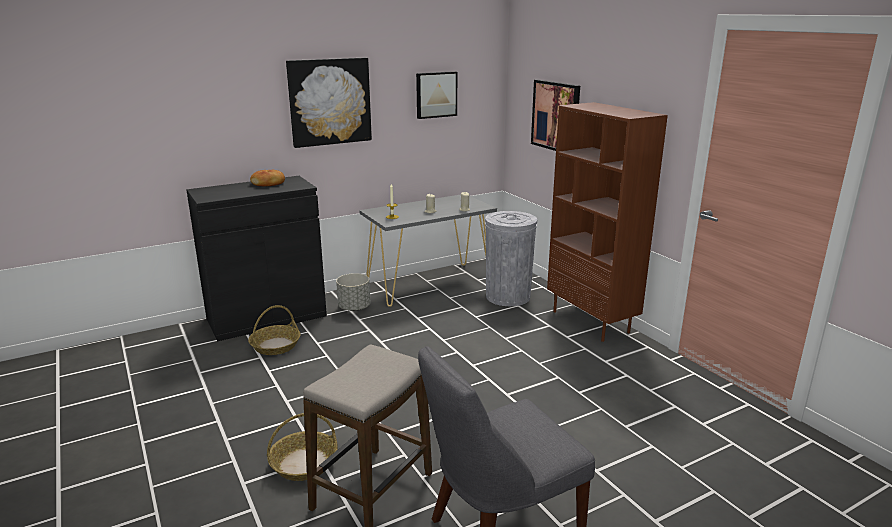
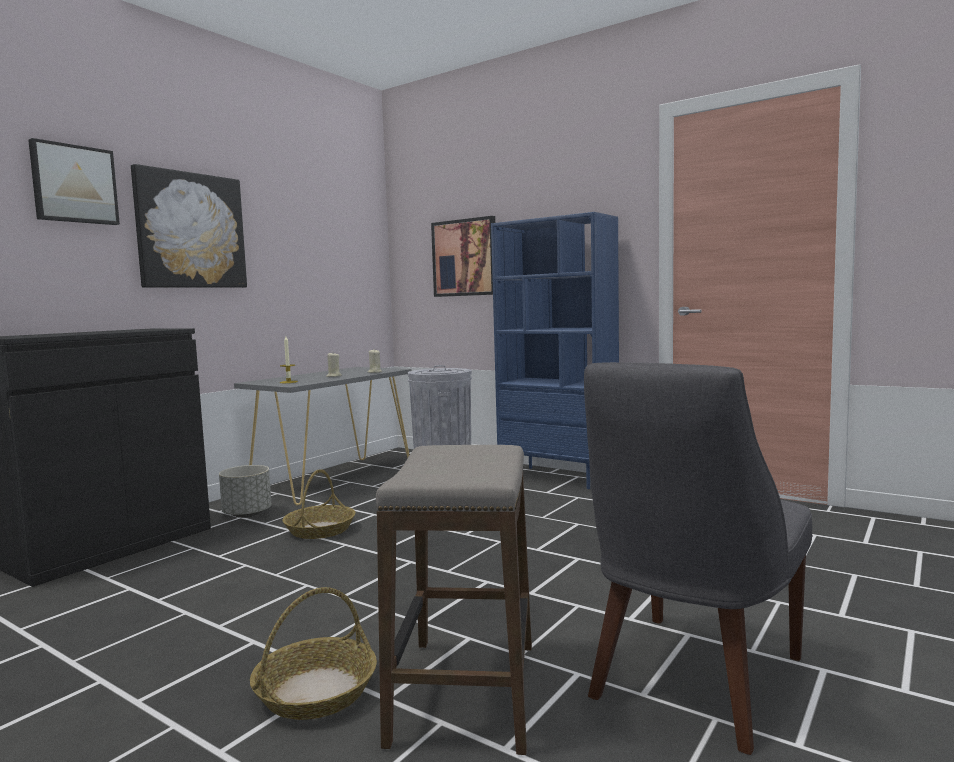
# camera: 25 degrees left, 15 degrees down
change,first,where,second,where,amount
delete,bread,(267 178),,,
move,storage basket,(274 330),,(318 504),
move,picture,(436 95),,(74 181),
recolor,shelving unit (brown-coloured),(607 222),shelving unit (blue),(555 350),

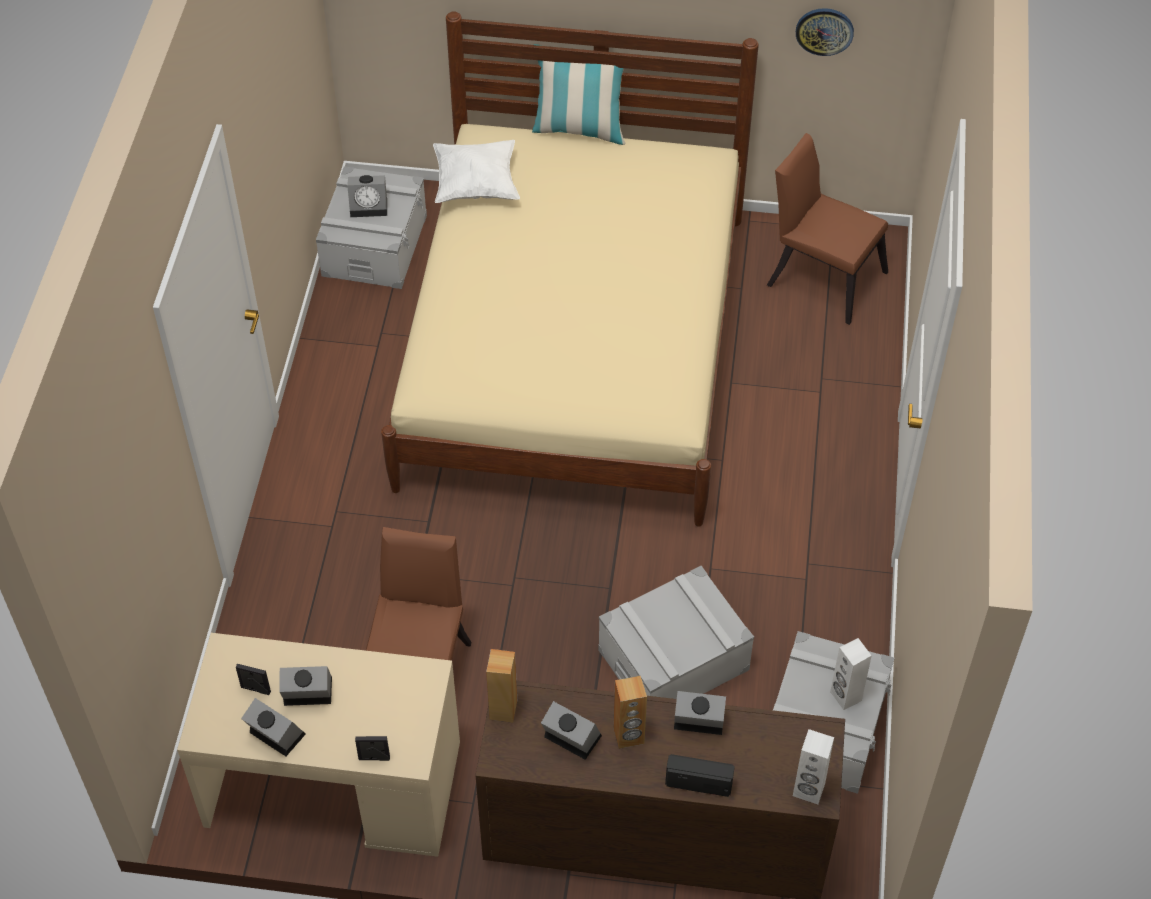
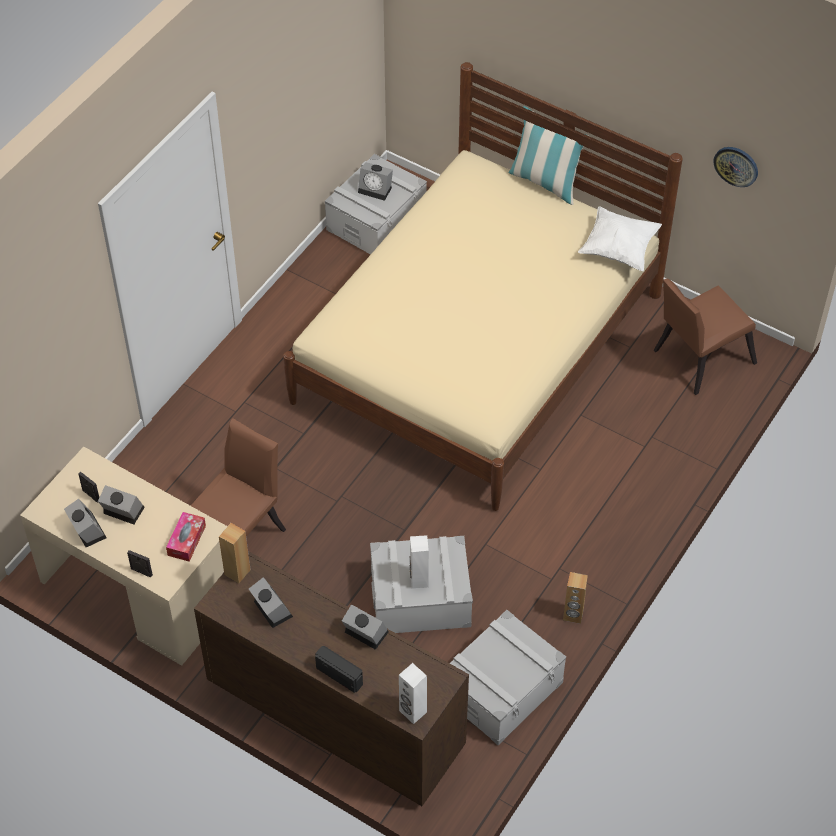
# camera: 25 degrees right, 0 degrees up
change,first,where,second,where,amount
insert,,,tissue holder,(186 537),
move,pillow (white-coloured),(476 171),,(620 238),
move,audio speaker (brown-coloured),(630 712),,(575 598),
move,audio speaker (white-coloured),(851 674),,(419 561),
rotate,plain chair (brown-coloured),(827 229),,(705 337),90 degrees counterclockwise

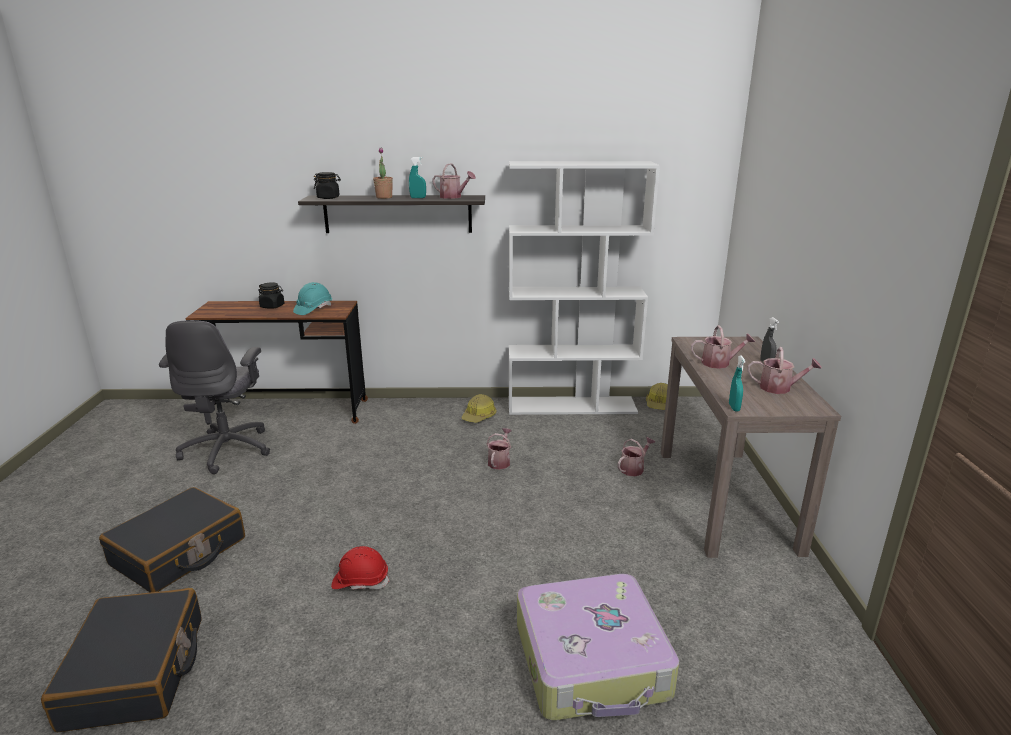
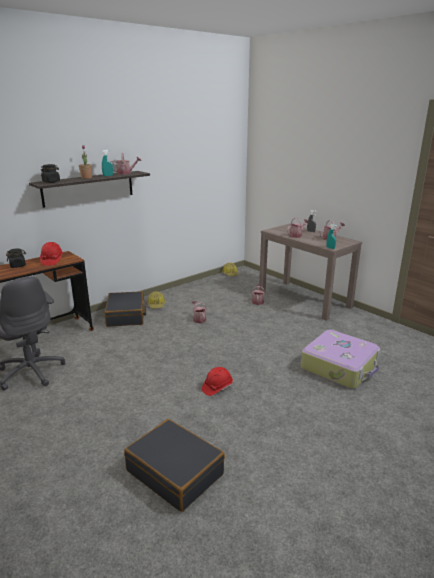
# camera: 40 degrees left, 0 degrees up
change,first,where,second,where,amount
delete,shelving unit (white-coloured),(584 288),,,
move,travel case (black),(172 539),,(125 309),
recolor,hard hat (turquoise),(312 298),hard hat (reddish),(51 254),

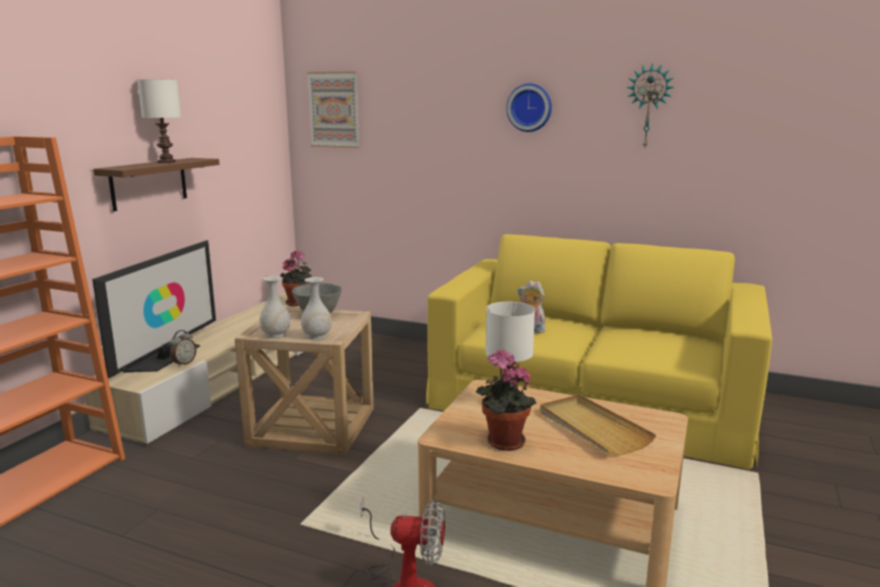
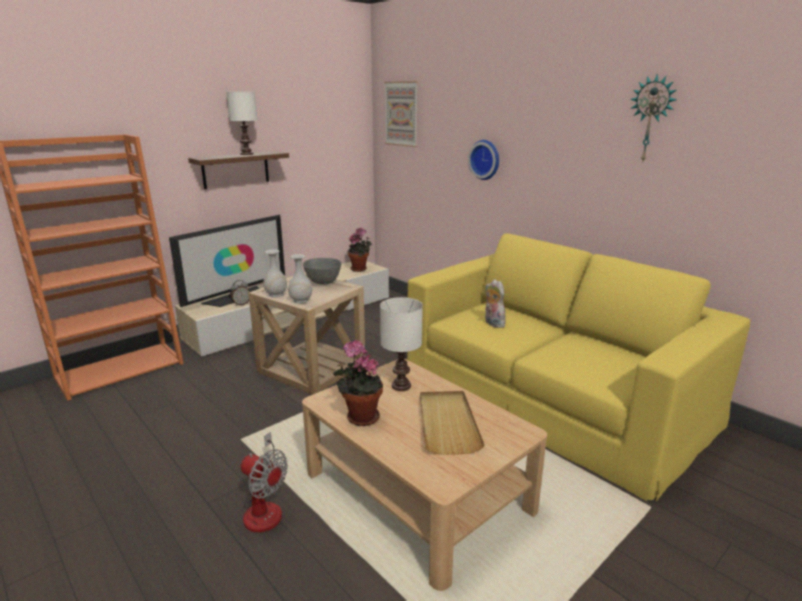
# camera: 25 degrees right, 5 degrees up
change,first,where,second,where,amount
move,clock on the wall,(529 107),,(483 160),

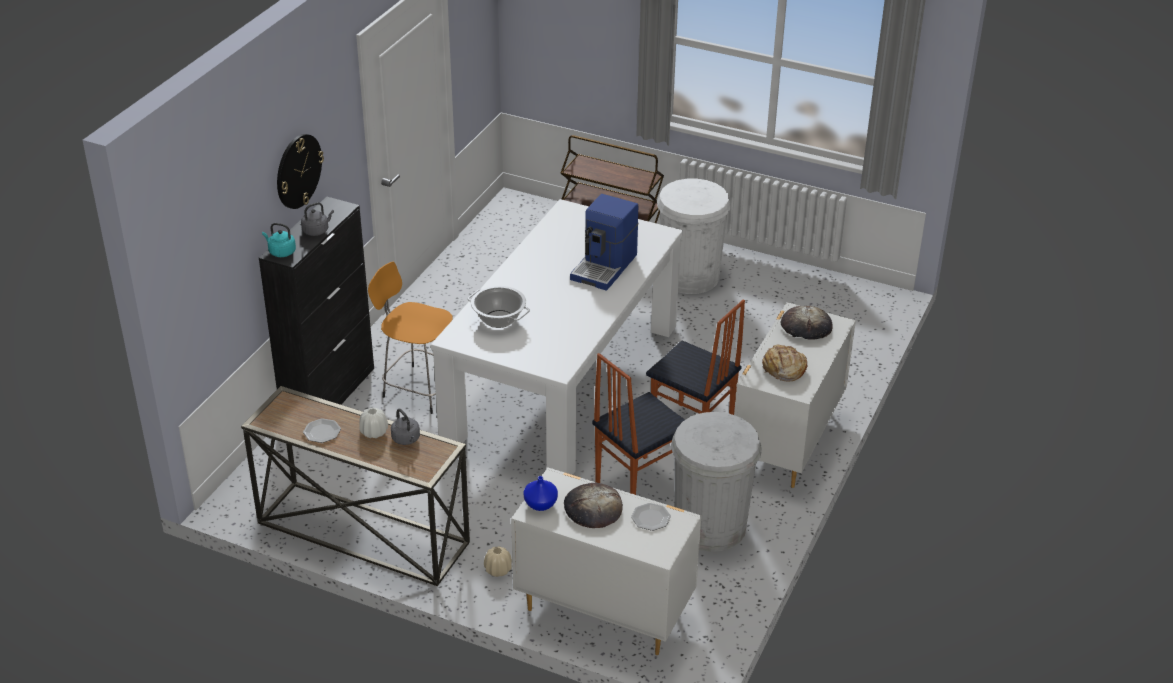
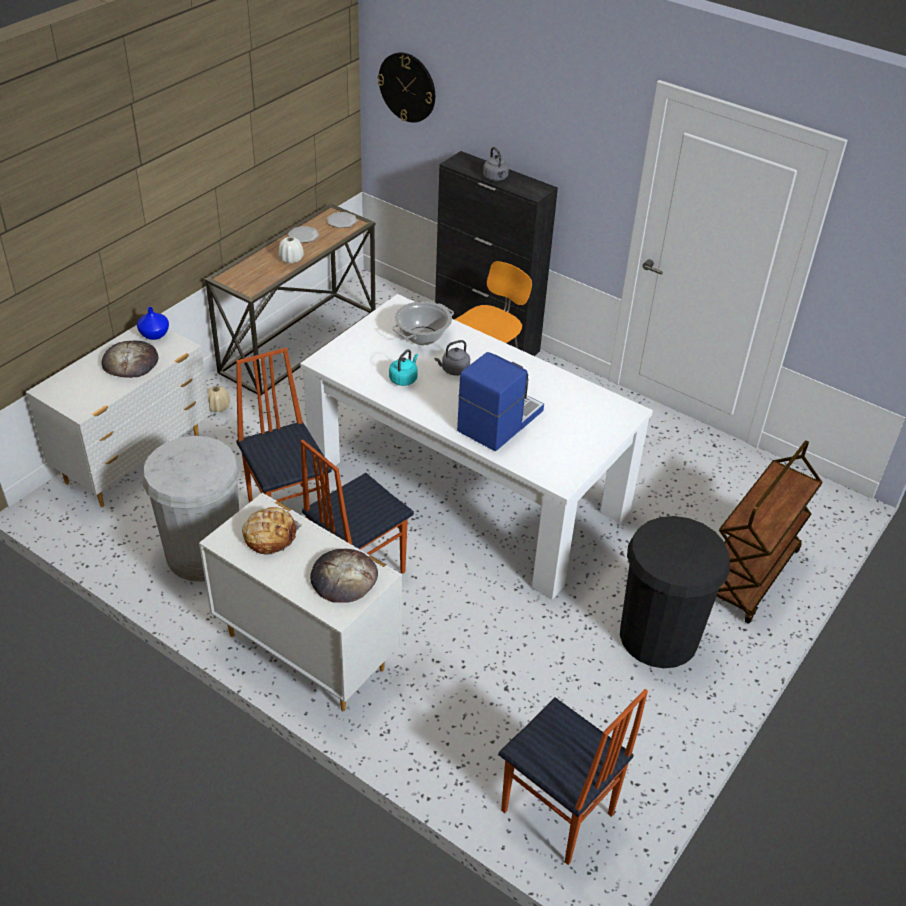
# camera: 100 degrees right, 5 degrees up
change,first,where,second,where,amount
insert,,,plain chair,(573 777),
move,kettle (turquoise),(279 240),,(403 367),
move,clock on the wall,(300 171),,(406 87),
move,kettle (grey),(405 427),,(452 358),
move,plate,(651 517),,(342 220),
recolor,rubbish bin (white-coloured),(694 236),rubbish bin (black),(675 592),
rotate,coffee machine,(604 242),,(500 401),90 degrees clockwise

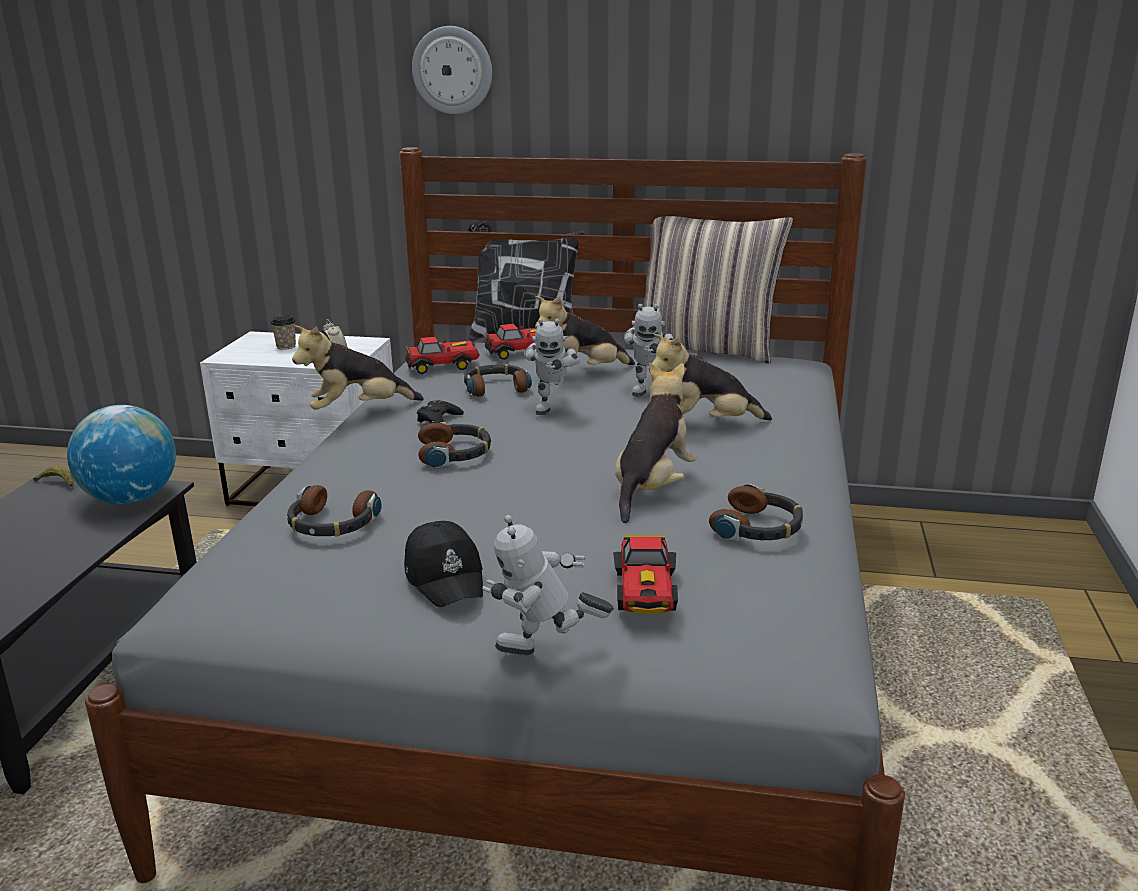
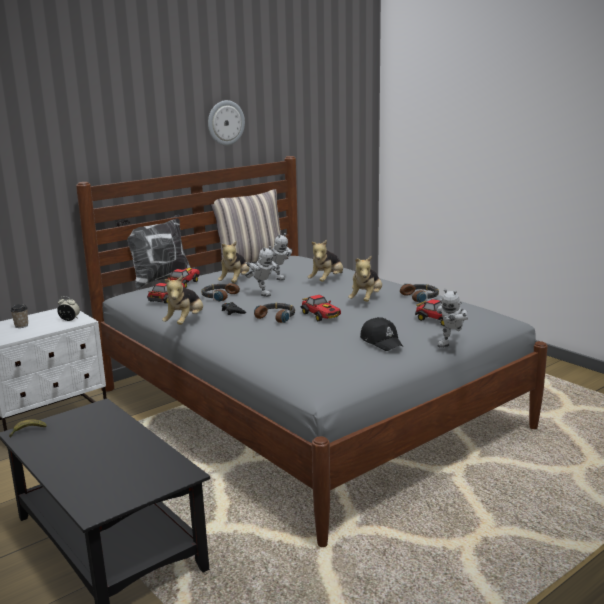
# camera: 50 degrees left, 5 degrees down
change,first,where,second,where,amount
delete,desk globe,(121 454),,,
delete,pair of headphones,(334 511),,,
insert,,,model car,(320 308),
move,clock on the wall,(452 70),,(226 123),
rotate,cap (black),(443 564),,(381 334),45 degrees clockwise
rotate,plush toy,(655 442),,(365 278),135 degrees counterclockwise

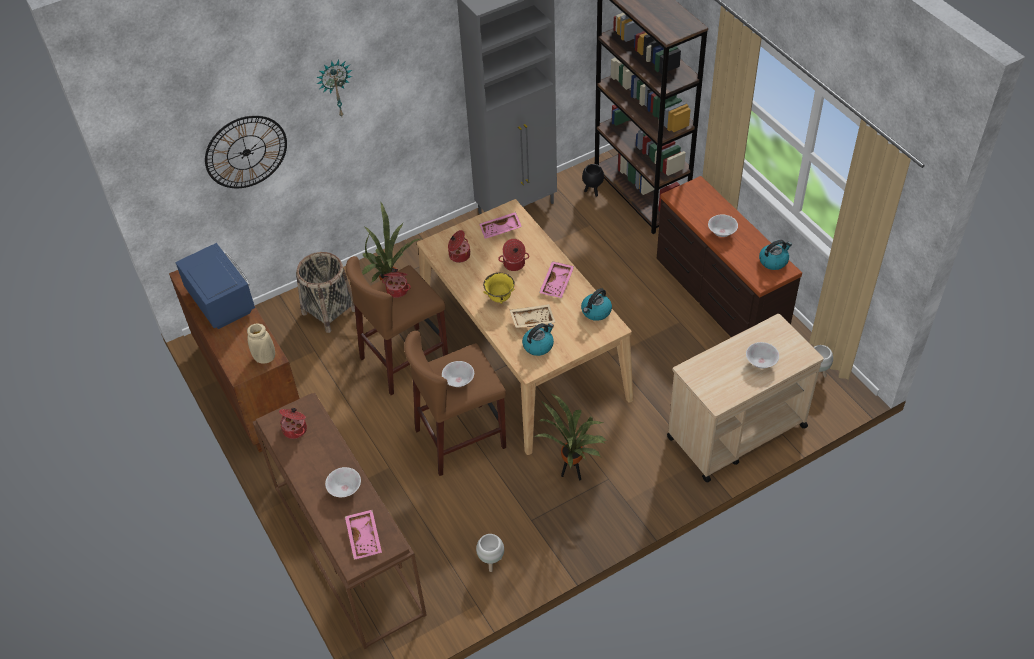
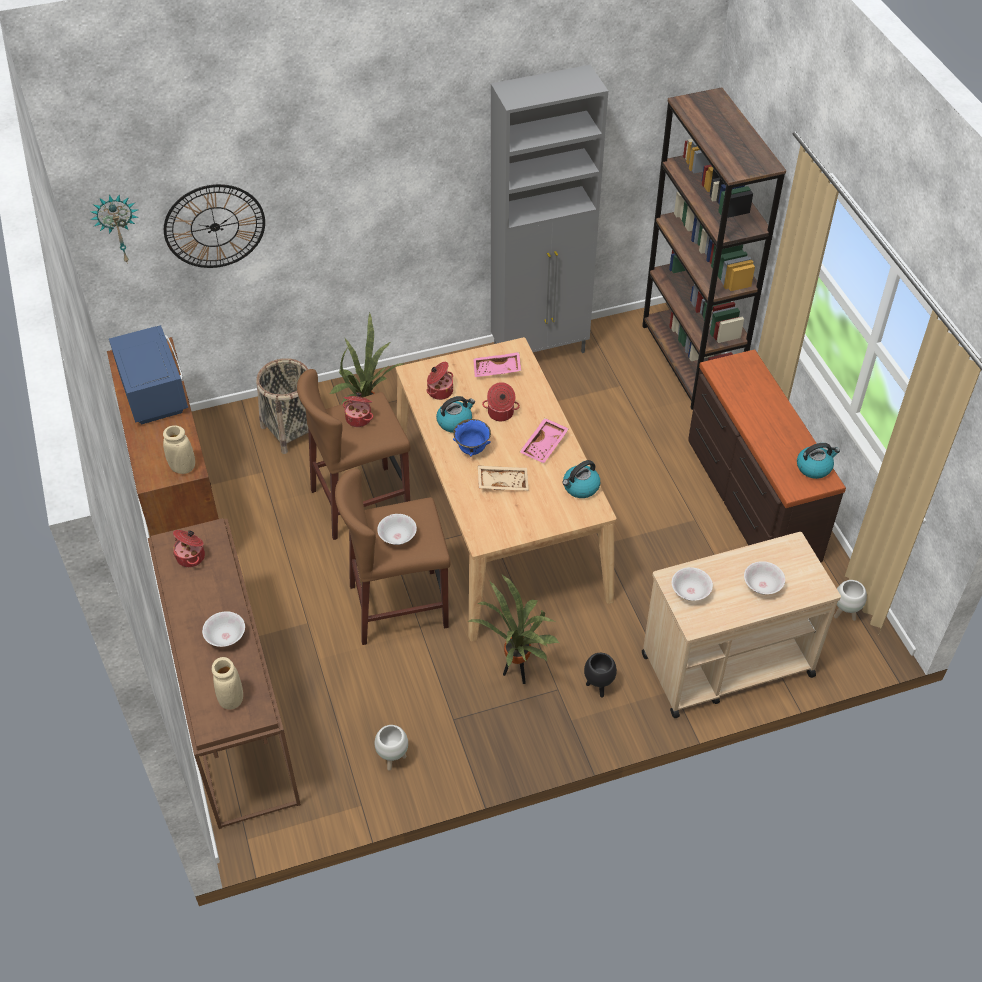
# camera: 10 degrees right, 0 degrees up
change,first,where,second,where,amount
move,clock on the wall,(334 87),,(114 229),
move,kettle,(538 339),,(455 414),
move,planter (black),(593 180),,(600 675),
move,serving bowl (white-coloured),(723 225),,(692 584),
replace,tray (pink-coloured),(363 535),flower vase (beige),(227 683),
recolor,serving bowl (yellow-coloured),(499 288),serving bowl (blue),(472 438),

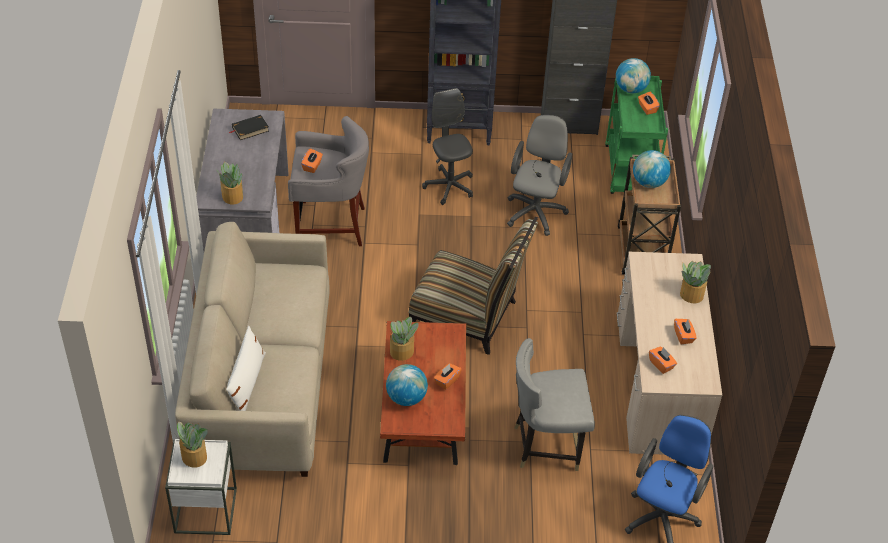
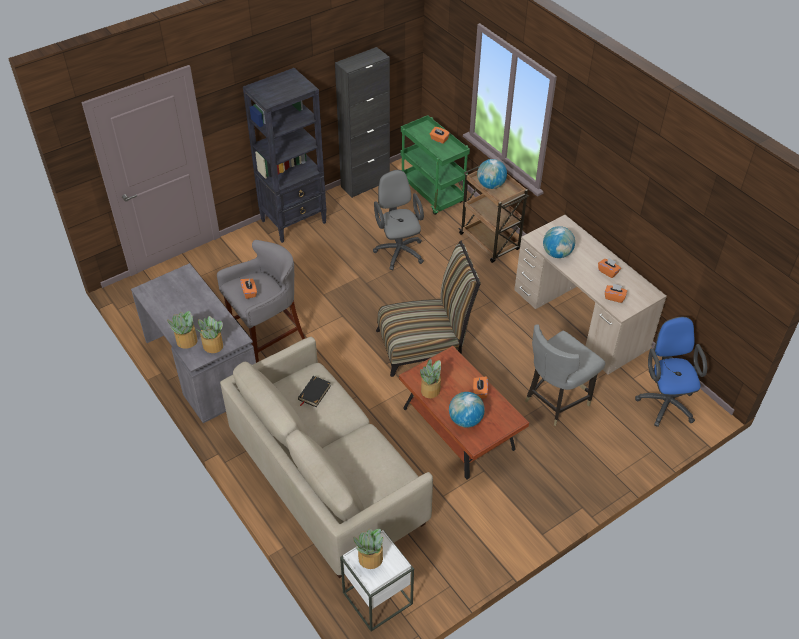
# camera: 35 degrees left, 0 degrees up
change,first,where,second,where,amount
delete,pillow (white-coloured),(246 368),,,
delete,desk chair (grey),(447 146),,,
move,bound book (black),(249 127),,(314 391),
move,desk globe,(633 75),,(559 242),
move,plant in a pot,(695 282),,(182 330),

